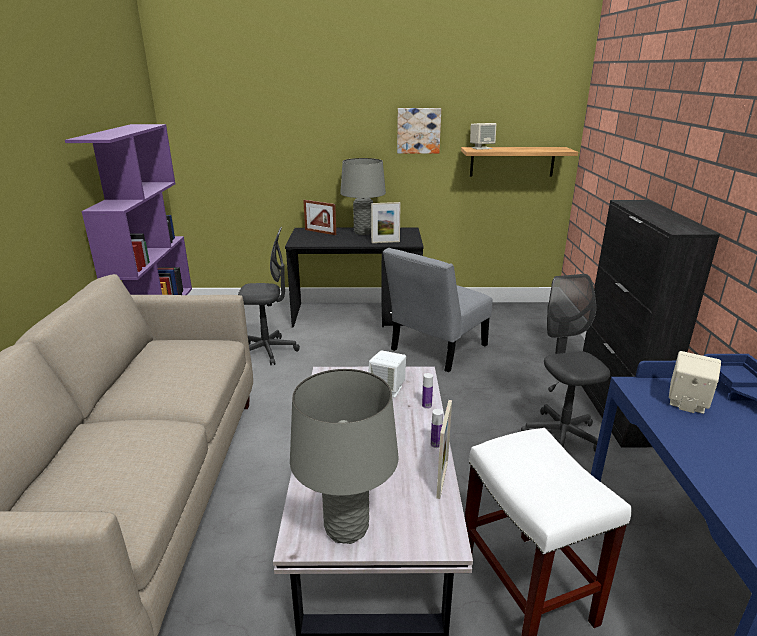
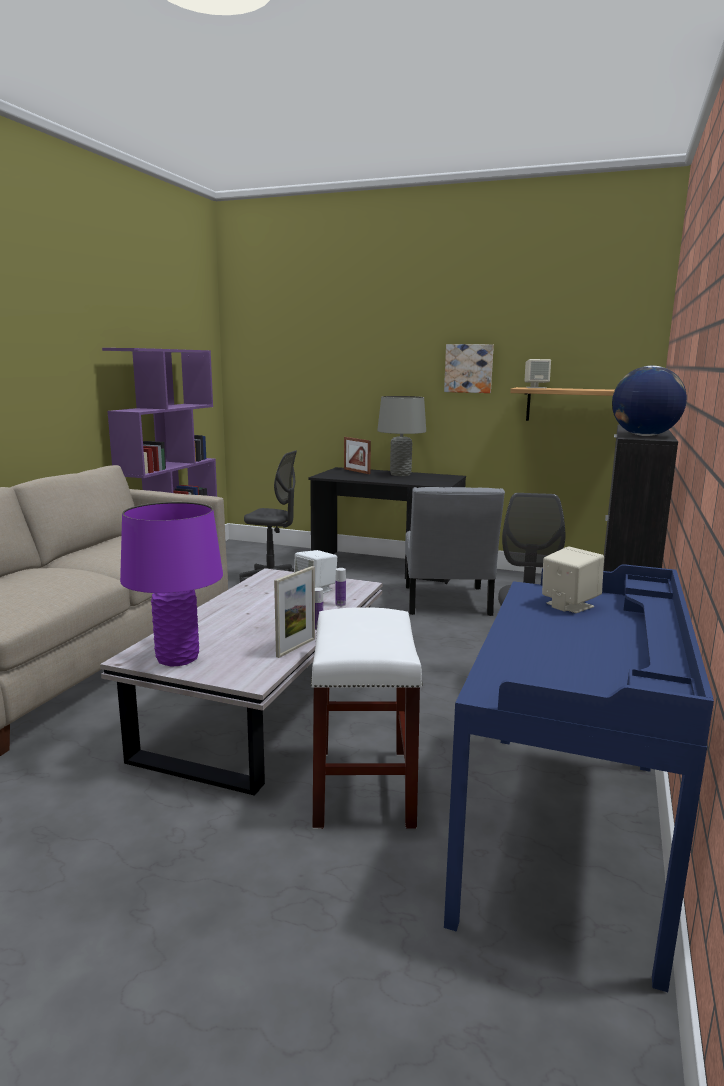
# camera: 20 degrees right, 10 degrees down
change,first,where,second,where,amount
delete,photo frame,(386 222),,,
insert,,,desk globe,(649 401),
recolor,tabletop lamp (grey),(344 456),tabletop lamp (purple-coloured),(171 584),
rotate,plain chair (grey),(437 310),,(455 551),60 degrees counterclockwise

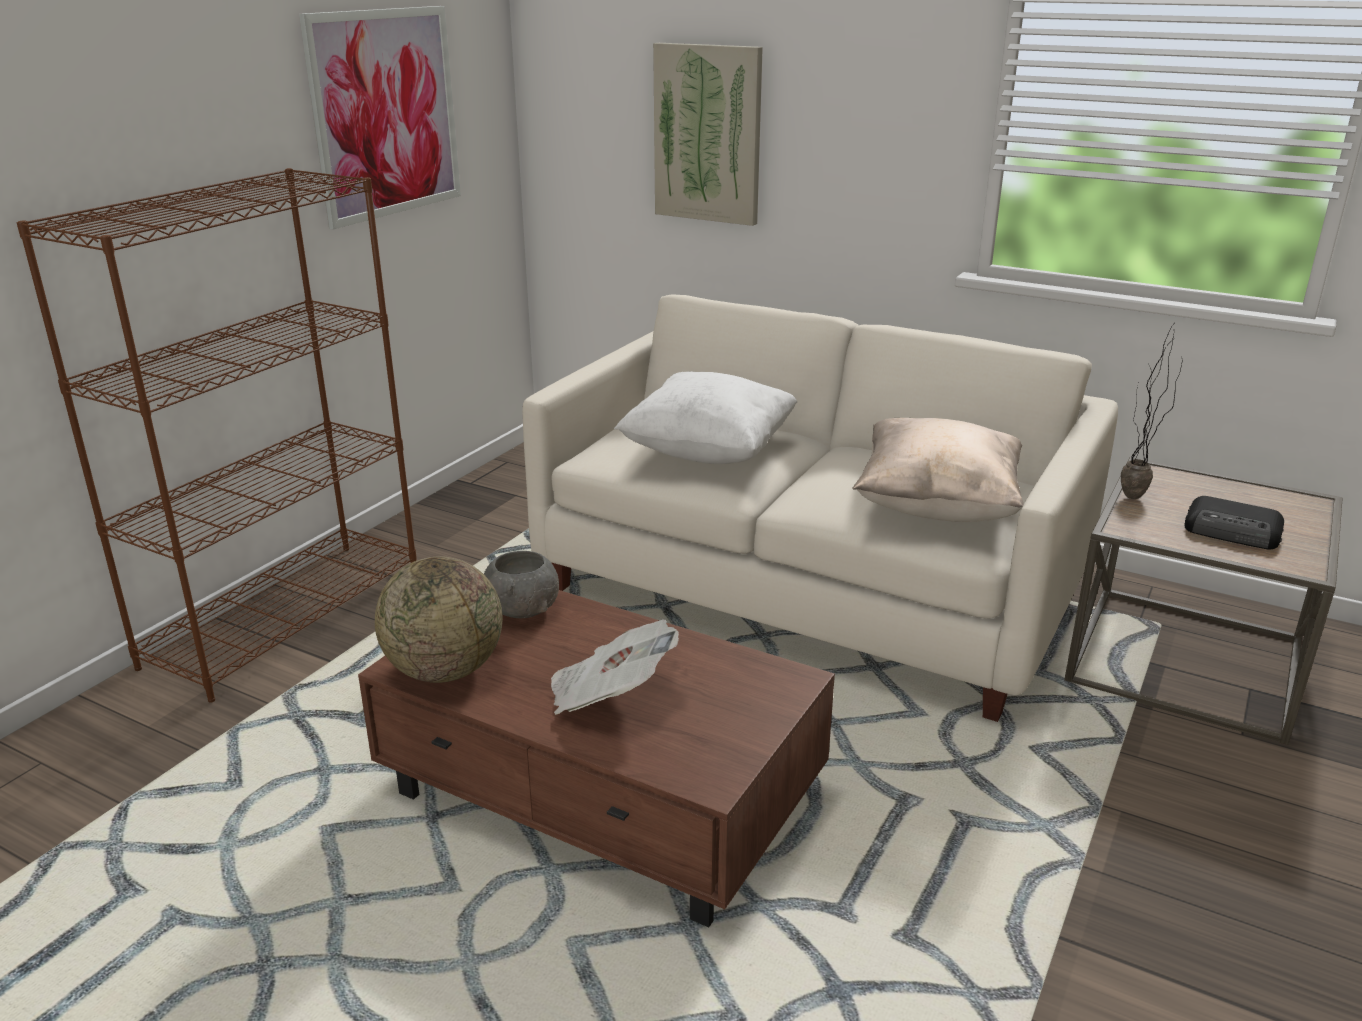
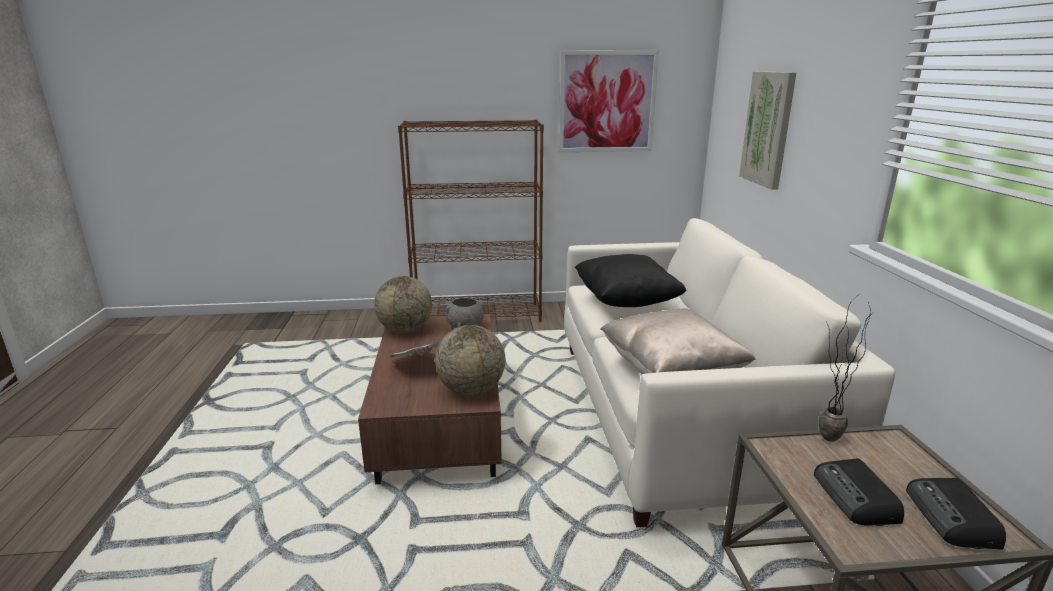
# camera: 55 degrees right, 5 degrees down
change,first,where,second,where,amount
insert,,,desk globe,(470 360),
insert,,,radio receiver,(956 513),
recolor,pillow (white-coloured),(706 418),pillow (black),(630 280),

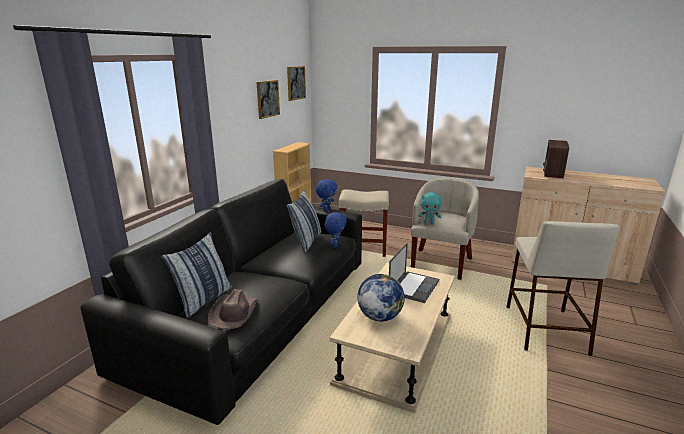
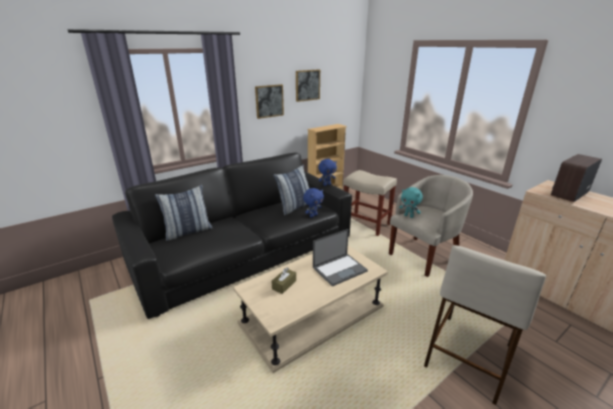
# camera: 30 degrees right, 5 degrees up
change,first,where,second,where,amount
delete,clothing hat (brown-coloured),(233 309),,,
move,picture,(296 83),,(269 101),
replace,desk globe,(381 297),tissue holder (brown-coloured),(283 280),

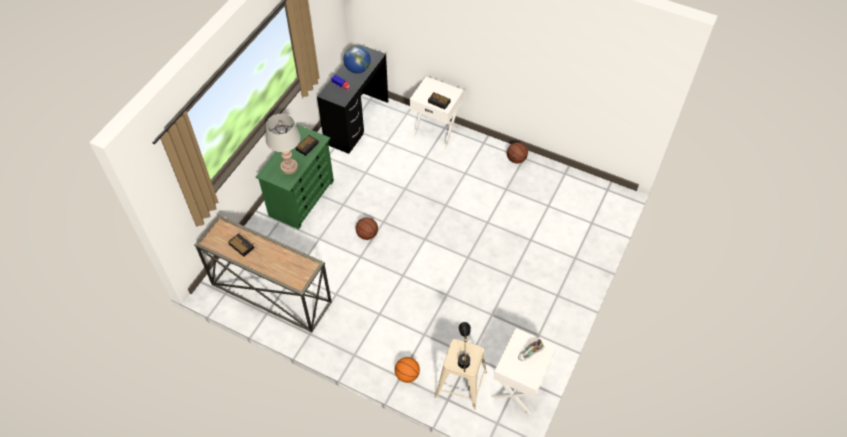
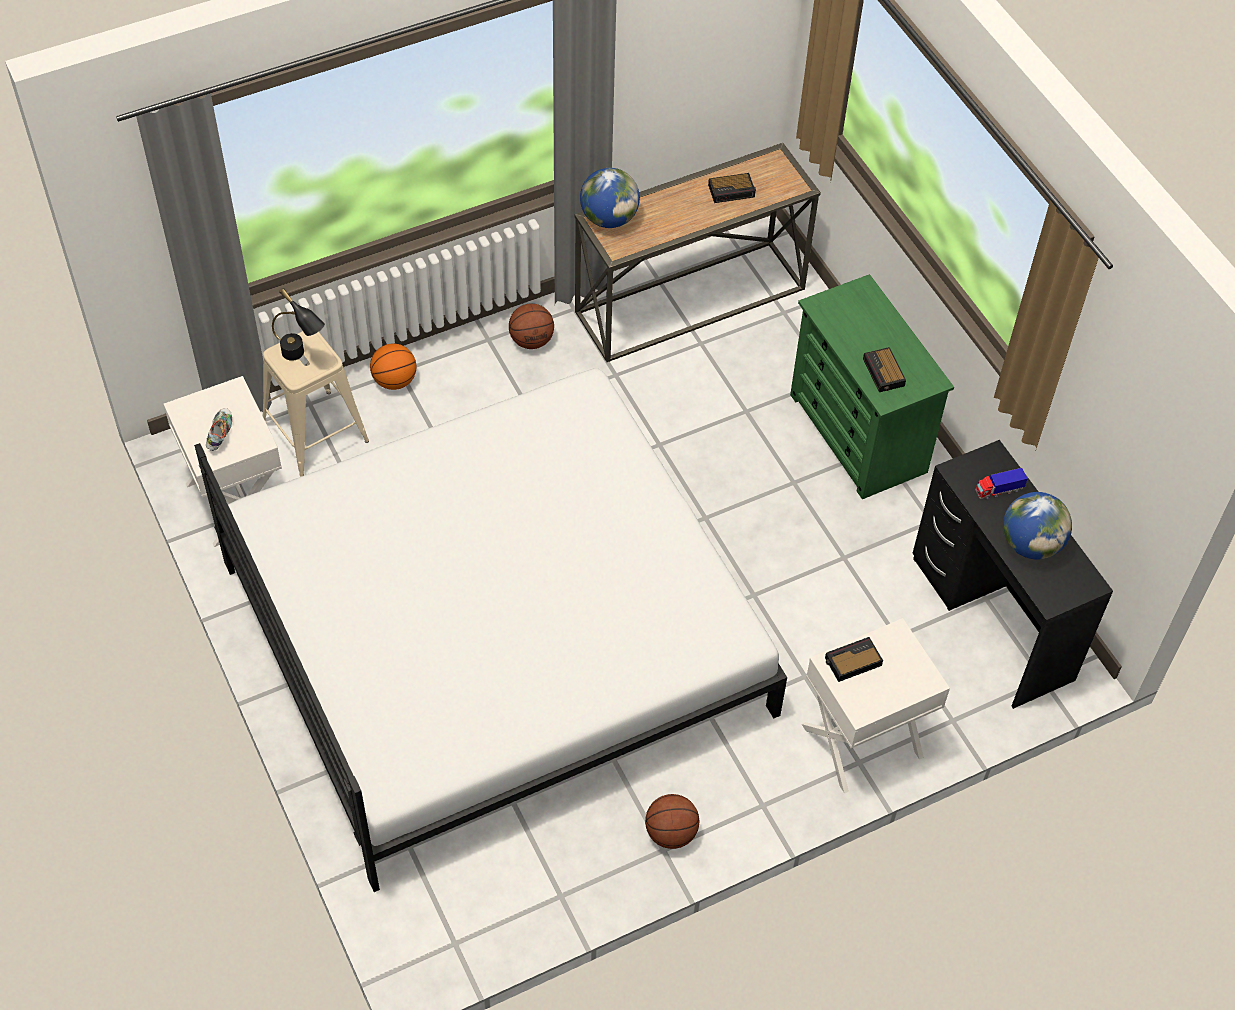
# camera: 125 degrees right, 0 degrees up
change,first,where,second,where,amount
delete,tabletop lamp (grey),(283 144),,,
insert,,,sleeping bed (white-coloured),(490 630),
insert,,,desk globe,(610 198),
move,basketball ball,(367 228),,(531 326),

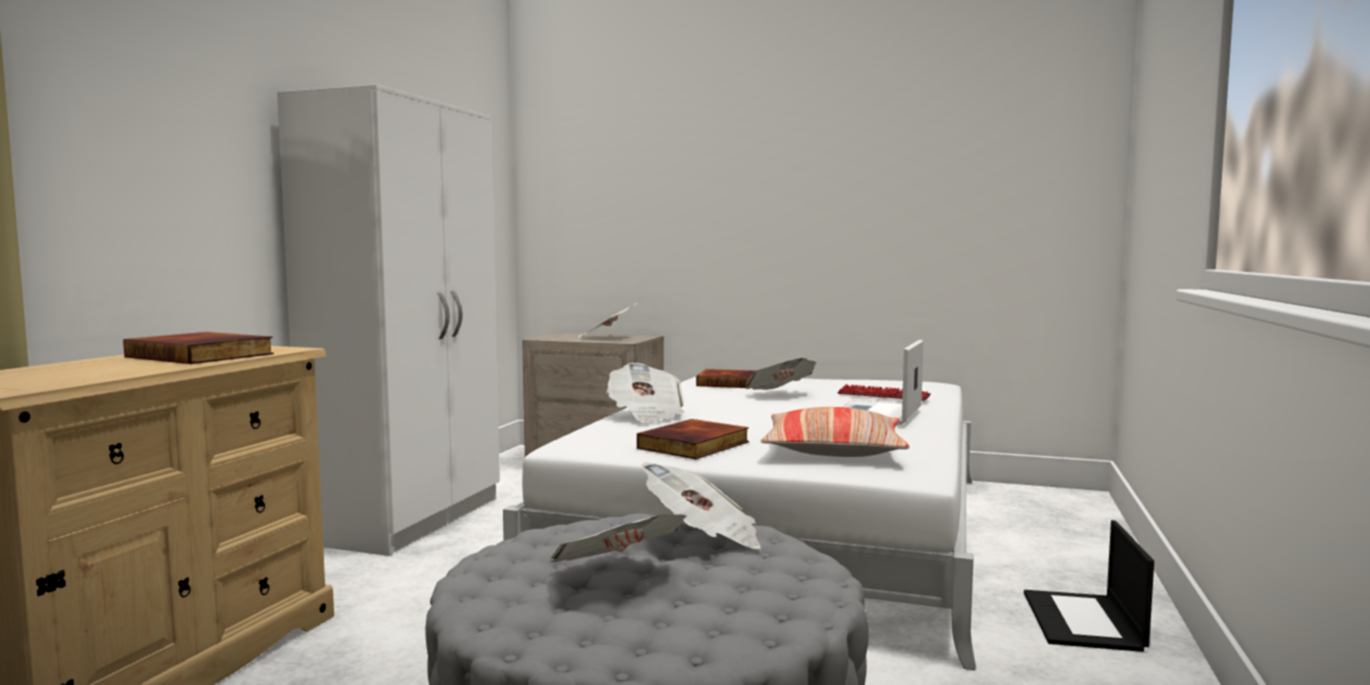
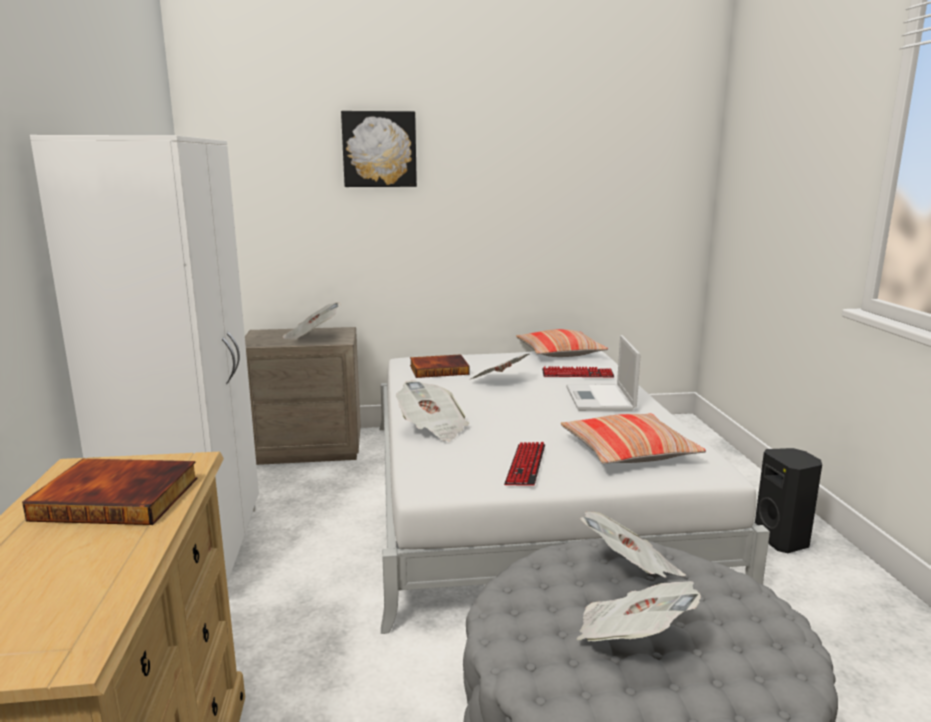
# camera: 25 degrees left, 10 degrees up
change,first,where,second,where,amount
insert,,,picture,(379 149),
insert,,,pillow,(562 343),
replace,bound book,(693 439),computer keyboard,(524 464),
replace,notebook computer,(1089 586),audio speaker (black),(788 500),

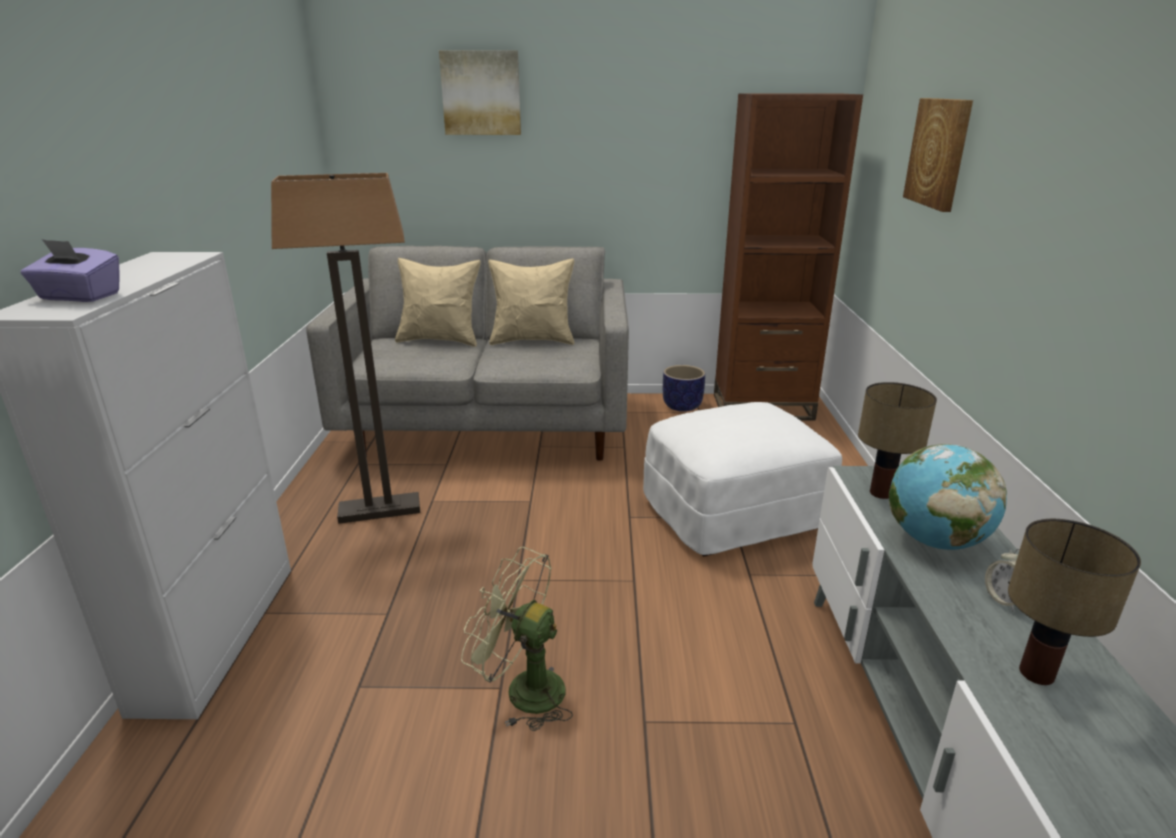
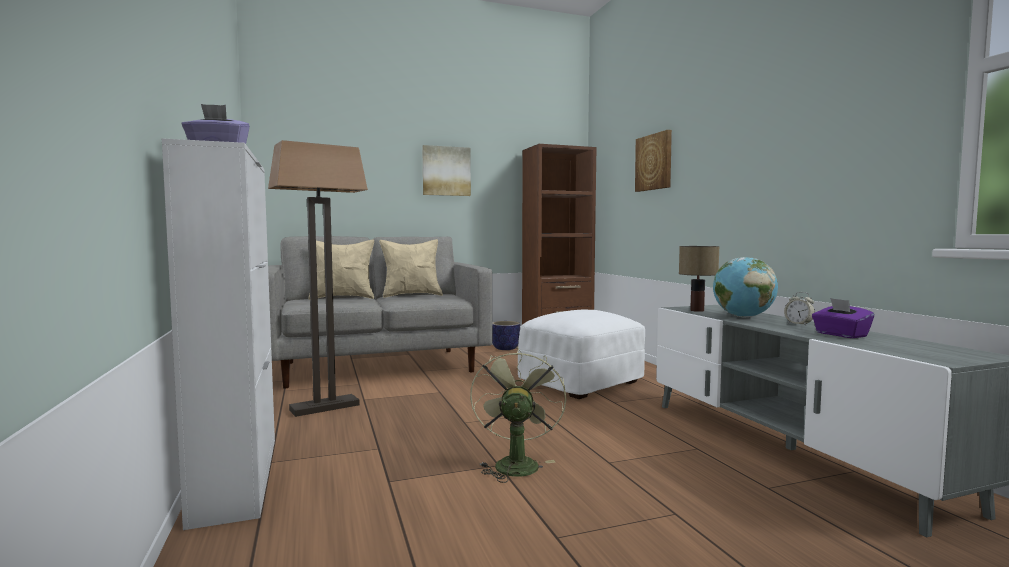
# camera: 20 degrees left, 20 degrees down
change,first,where,second,where,amount
move,picture,(480 92),,(446 170),
replace,tabletop lamp,(1074 602),tissue holder (purple-coloured),(843 318),
rotate,electric fan (green-coloured),(517 639),,(518 415),90 degrees clockwise

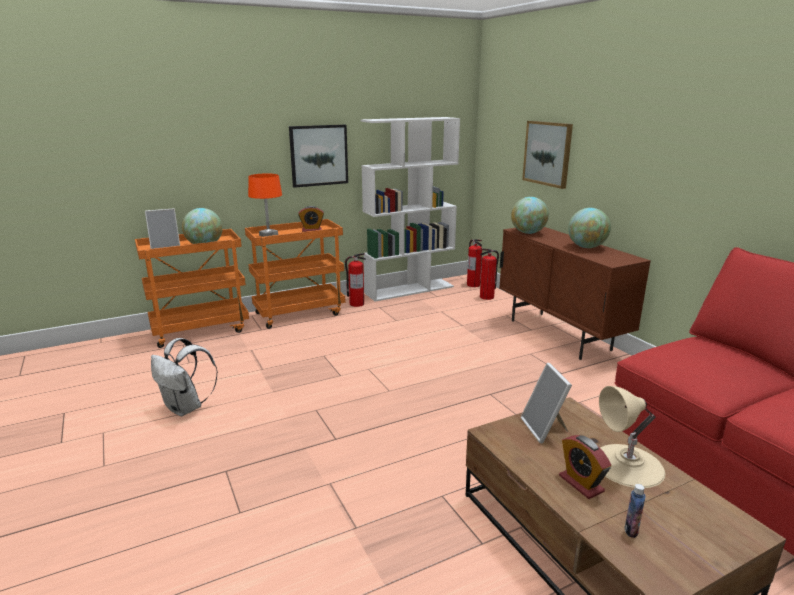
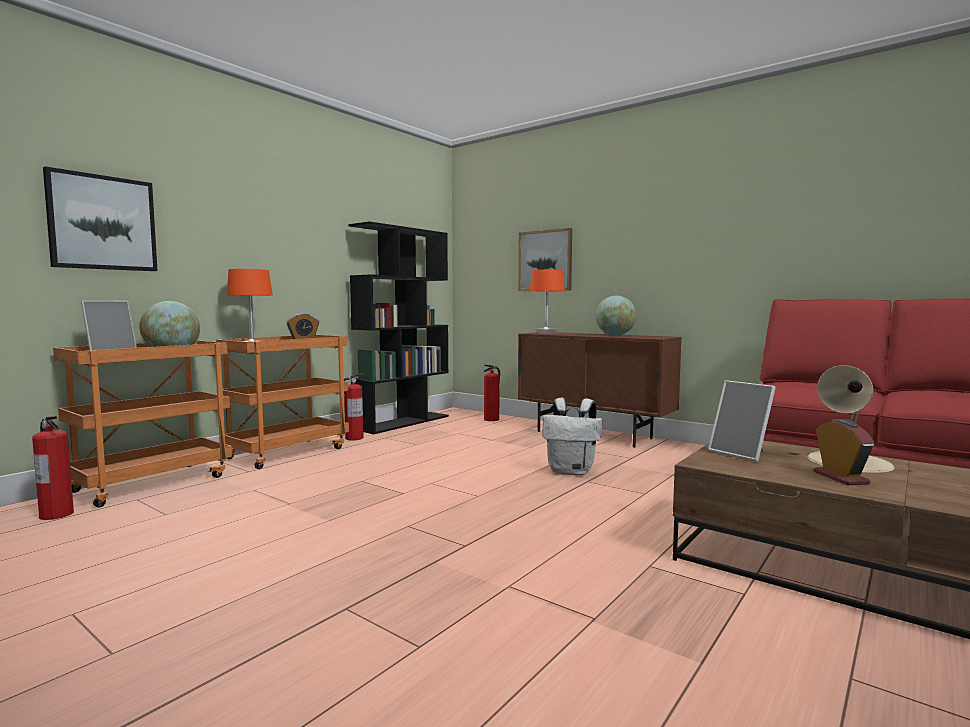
# camera: 25 degrees left, 15 degrees down
change,first,where,second,where,amount
delete,bottle,(635 511),,,
move,knapsack (white-coloured),(184 377),,(572 436),
move,picture,(318 156),,(100 218),
move,extinguisher,(474 263),,(53 468),
replace,desk globe,(530 215),tabletop lamp (orangey),(547 302),
recolor,shelving unit (white-coloured),(410 209),shelving unit (black),(399 327),
rotate,table clock,(585 467),,(844 452),135 degrees counterclockwise

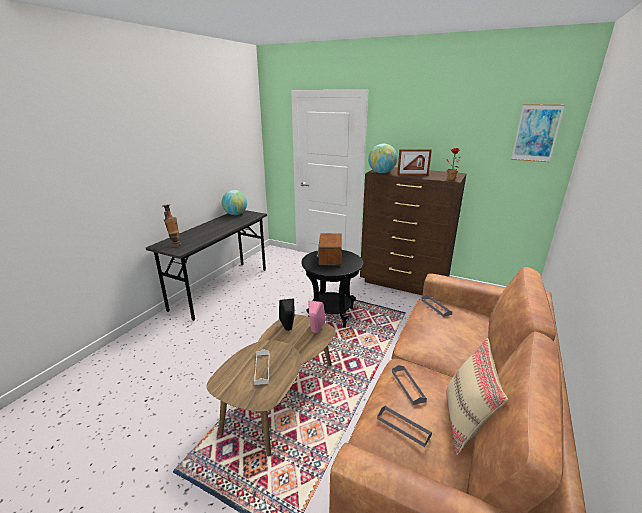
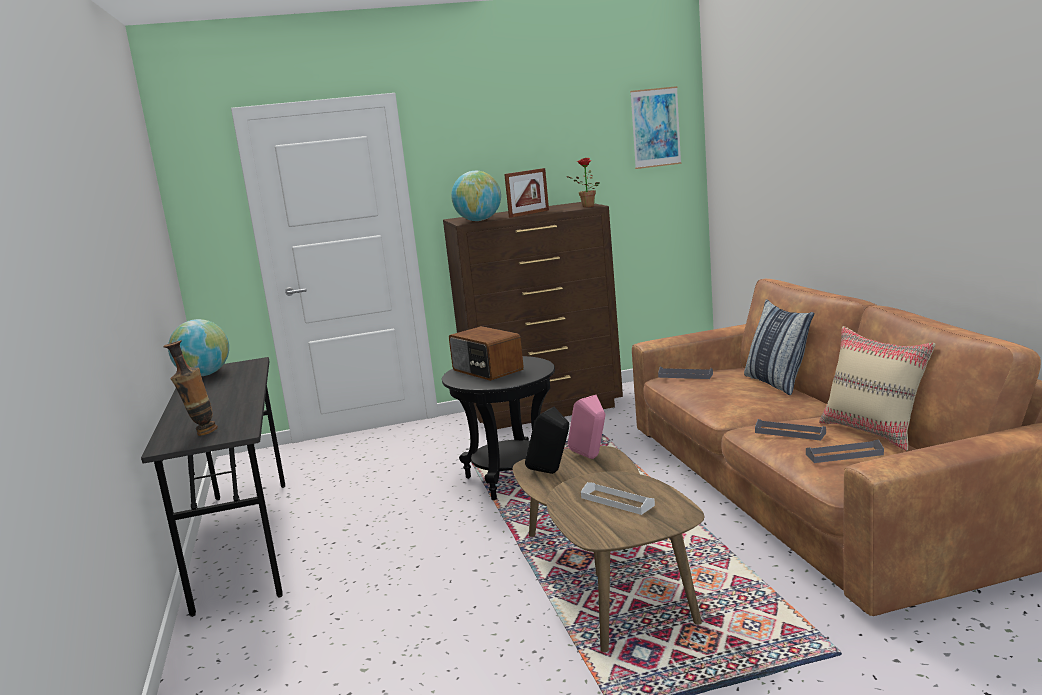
# camera: 40 degrees left, 10 degrees down
change,first,where,second,where,amount
insert,,,pillow,(779 347),

